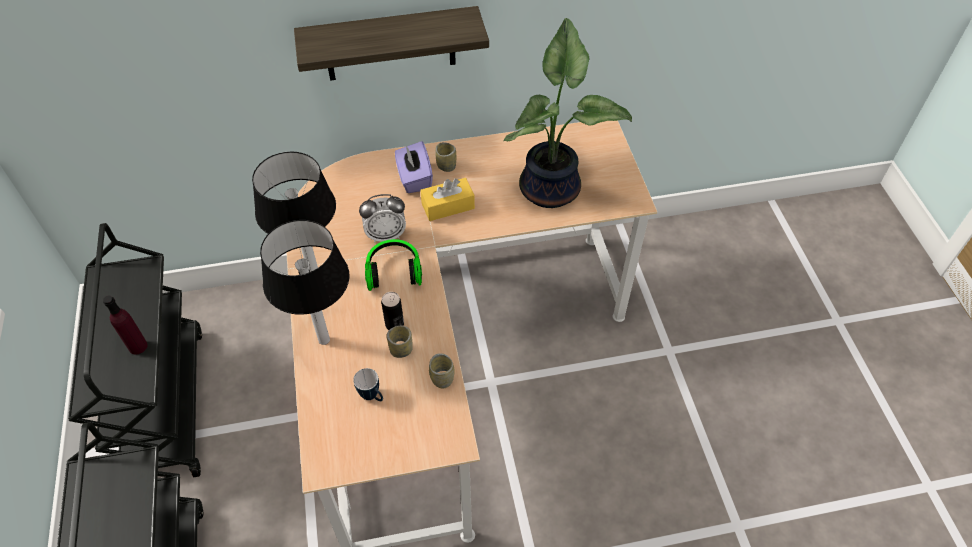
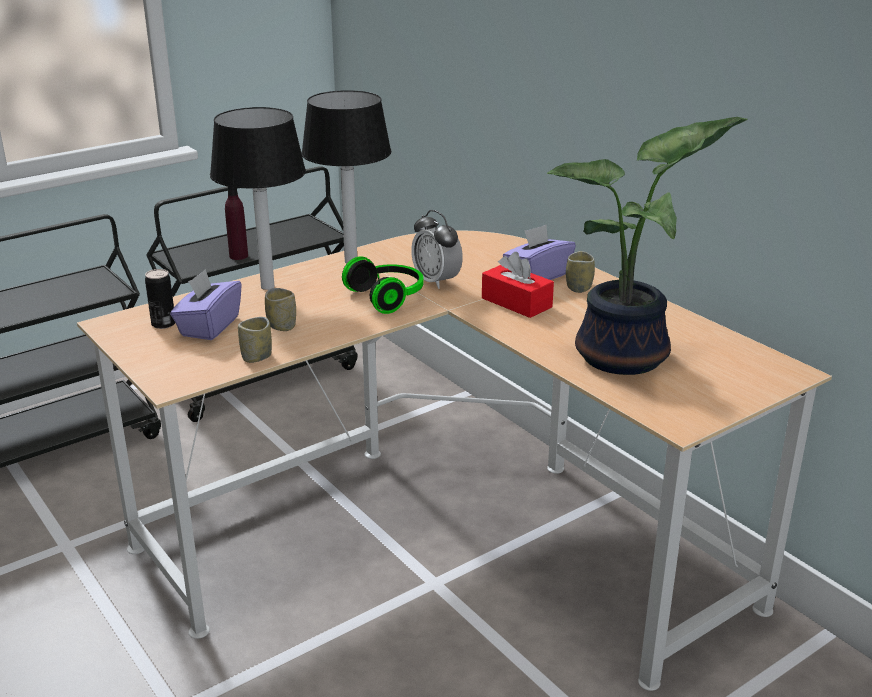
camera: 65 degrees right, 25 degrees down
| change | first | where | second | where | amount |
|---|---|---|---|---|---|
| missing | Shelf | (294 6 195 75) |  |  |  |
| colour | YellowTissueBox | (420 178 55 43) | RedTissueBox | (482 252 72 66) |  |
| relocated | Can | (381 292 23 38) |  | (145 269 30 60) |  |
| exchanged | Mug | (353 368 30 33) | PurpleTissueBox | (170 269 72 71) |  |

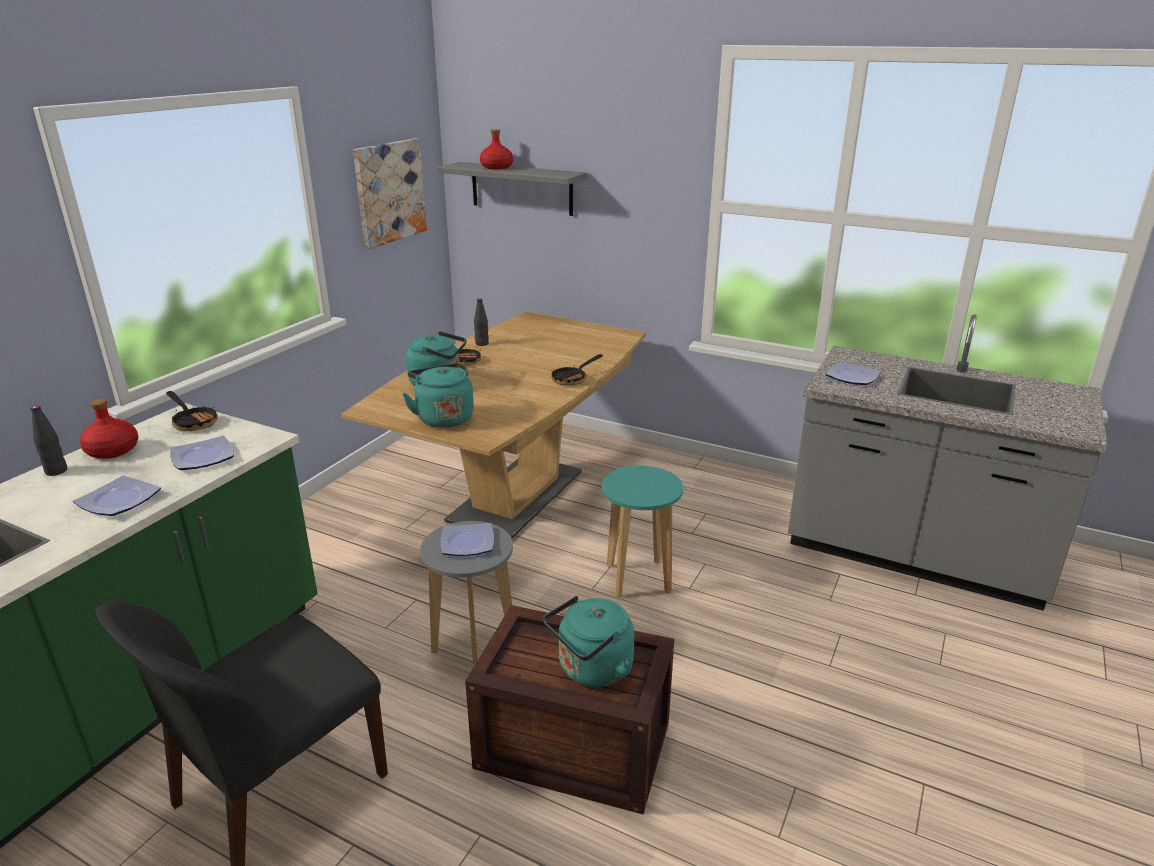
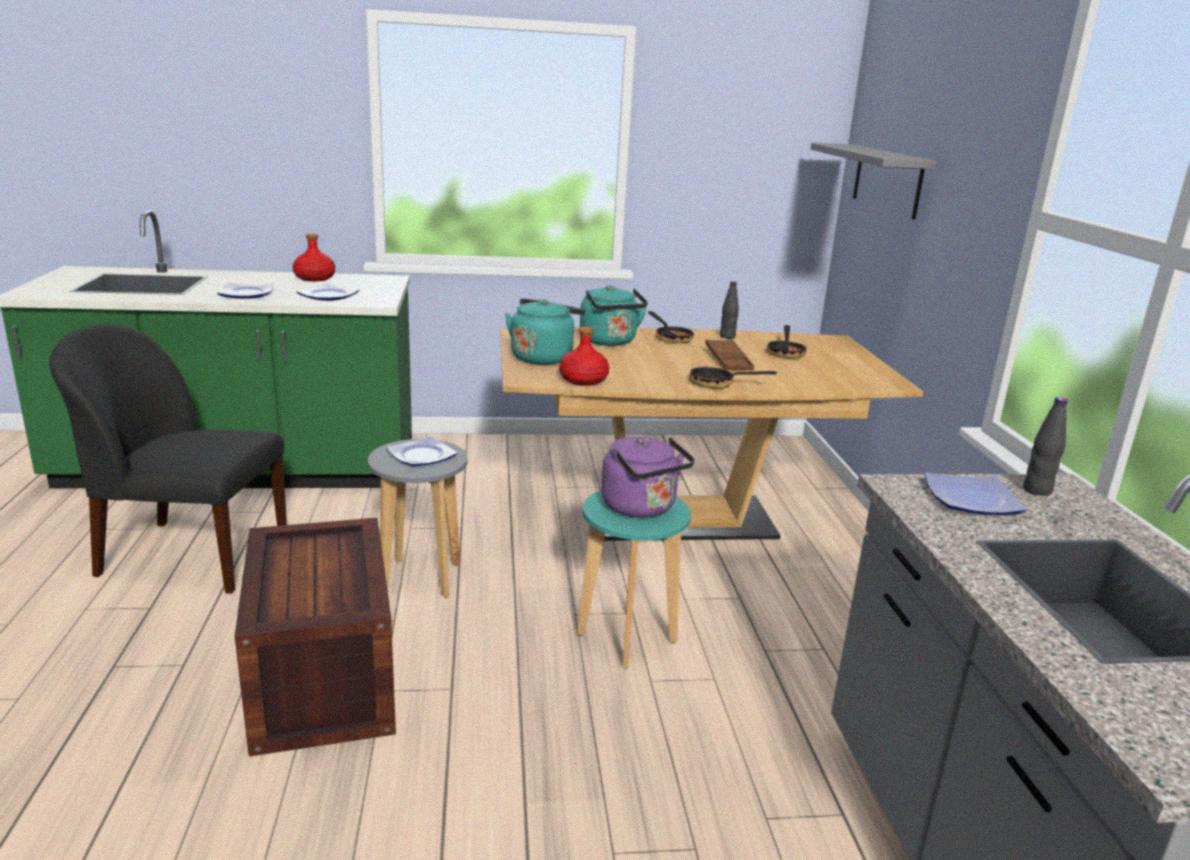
camera: 55 degrees right, 5 degrees down
| change | first | where | second | where | amount |
|---|---|---|---|---|---|
| relocated | RedBottle | (480 129 33 40) |  | (559 326 50 60) |  |
| missing | Picture | (353 138 74 111) |  |  |  |
| relocated | FryingPan | (166 391 52 41) |  | (767 325 40 34) |  |
| relocated | BlackBottle | (31 405 36 71) |  | (1023 397 45 99) |  |
| missing | TurquoiseKettle | (543 596 92 91) |  |  |  |
| appeared |  |  | BrownTray | (705 339 49 31) |  |
| appeared |  |  | PurpleKettle | (601 437 94 81) |  |

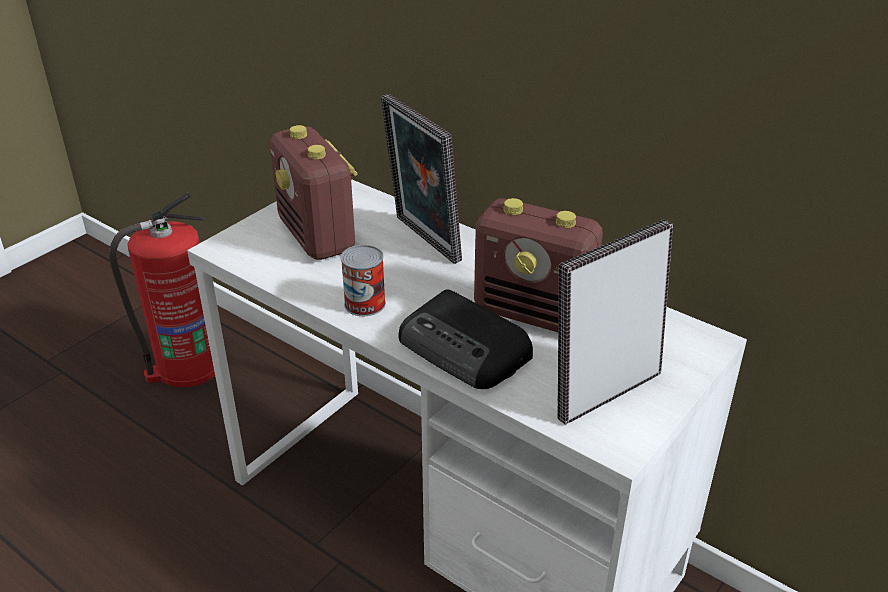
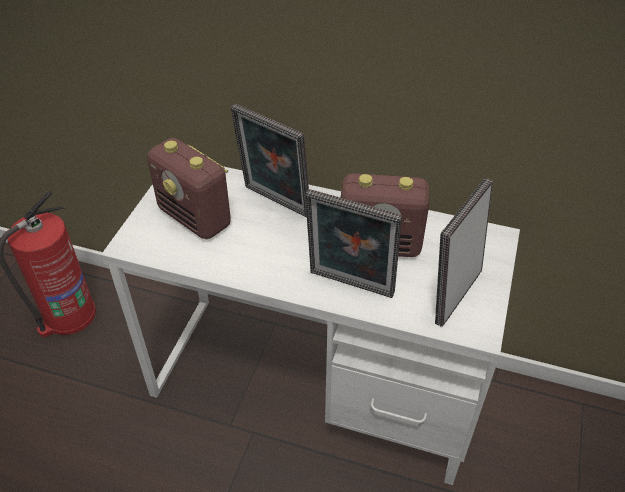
camera: 20 degrees left, 10 degrees up
| change | first | where | second | where | amount |
|---|---|---|---|---|---|
| missing | Can | (341 245 45 71) |  |  |  |
| exchanged | Radio | (398 290 135 99) | PictureFrame | (305 189 97 109) |  |

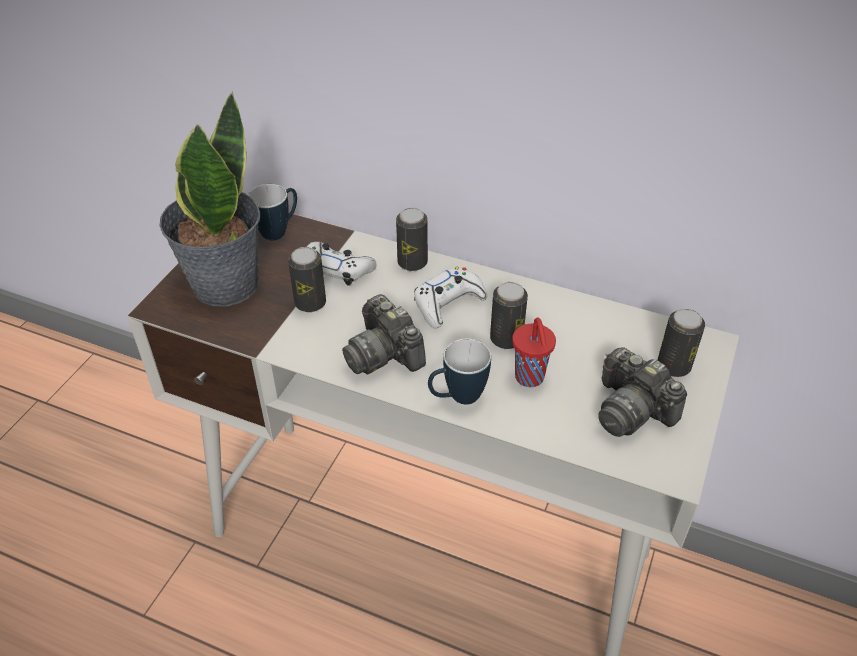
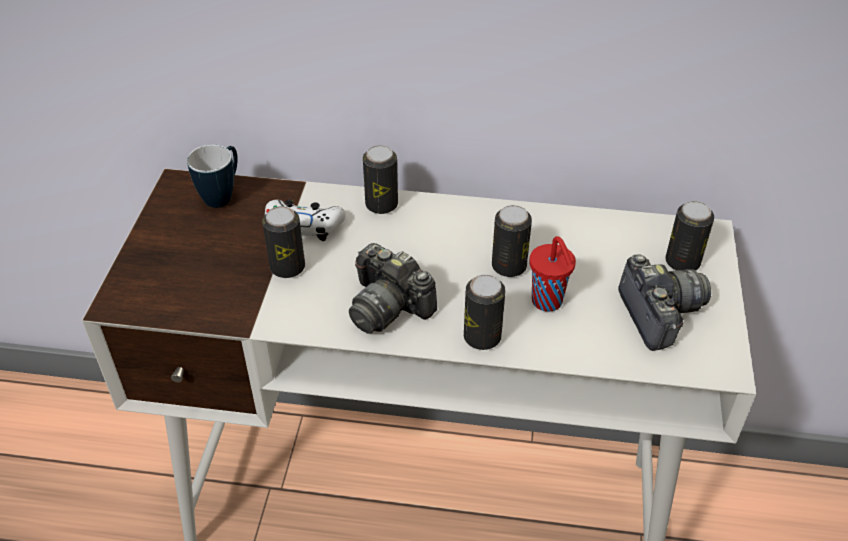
camera: 15 degrees left, 0 degrees up
| change | first | where | second | where | amount |
|---|---|---|---|---|---|
| missing | PottedPlant | (159 92 101 214) |  |  |  |
| missing | WhiteGameController | (414 266 73 62) |  |  |  |
| exchanged | Mug | (428 339 63 65) | Can | (464 274 42 76) |  |
| spun | PhotoCamera | (598 347 89 90) |  | (618 254 93 97) | 135 degrees counterclockwise |

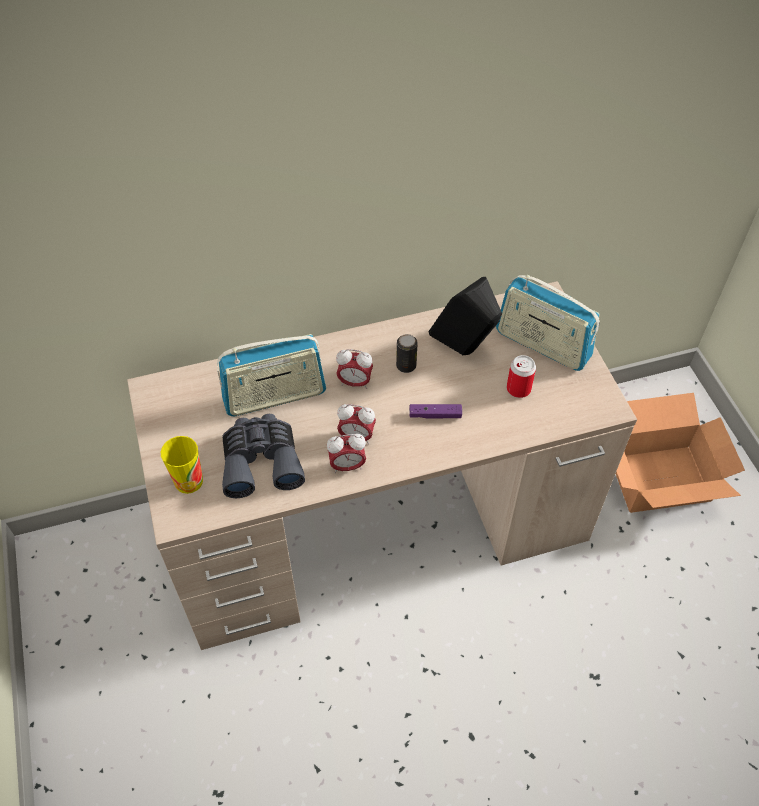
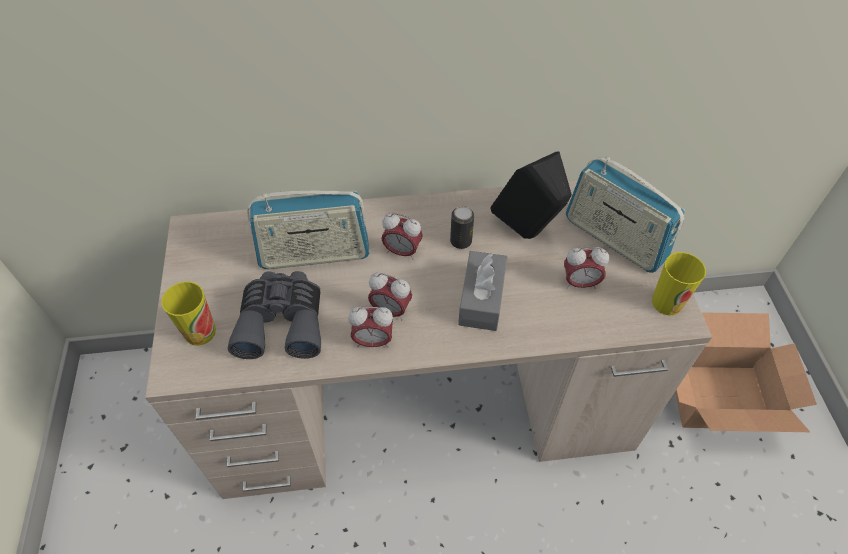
camera: 10 degrees right, 0 degrees up
| change | first | where | second | where | amount |
|---|---|---|---|---|---|
| exchanged | Can | (507 355 29 43) | AlarmClock | (564 247 45 42) |  |
| exchanged | PurpleGameController | (409 404 53 14) | GreyTissueBox | (458 251 49 80) |  |
| appeared |  |  | Cup | (652 252 54 63) |  |

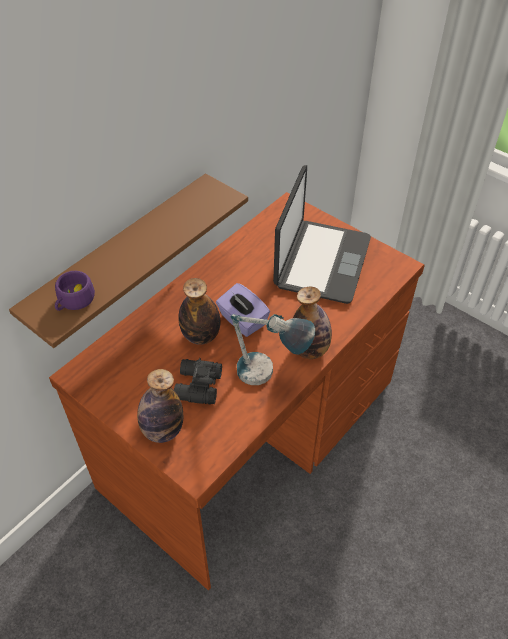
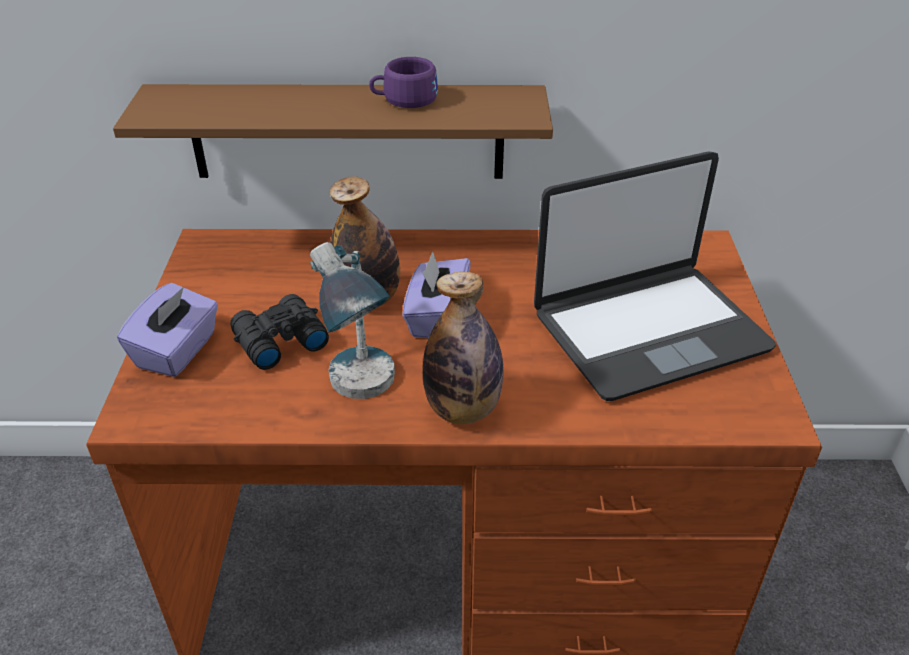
camera: 50 degrees right, 10 degrees down
| change | first | where | second | where | amount |
|---|---|---|---|---|---|
| relocated | PurpleCup | (55 271 40 40) |  | (369 57 69 51) |  |
| exchanged | Bottle | (137 369 46 74) | PurpleTissueBox | (117 282 101 95) |  |

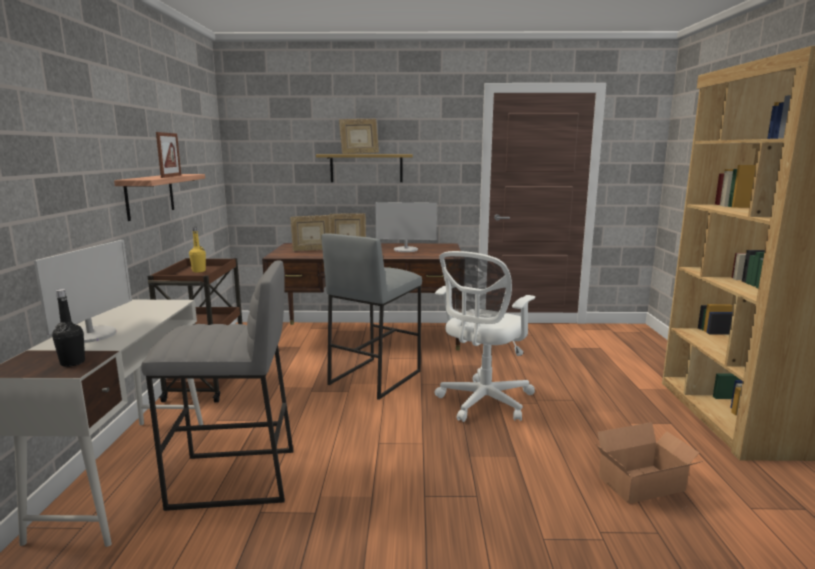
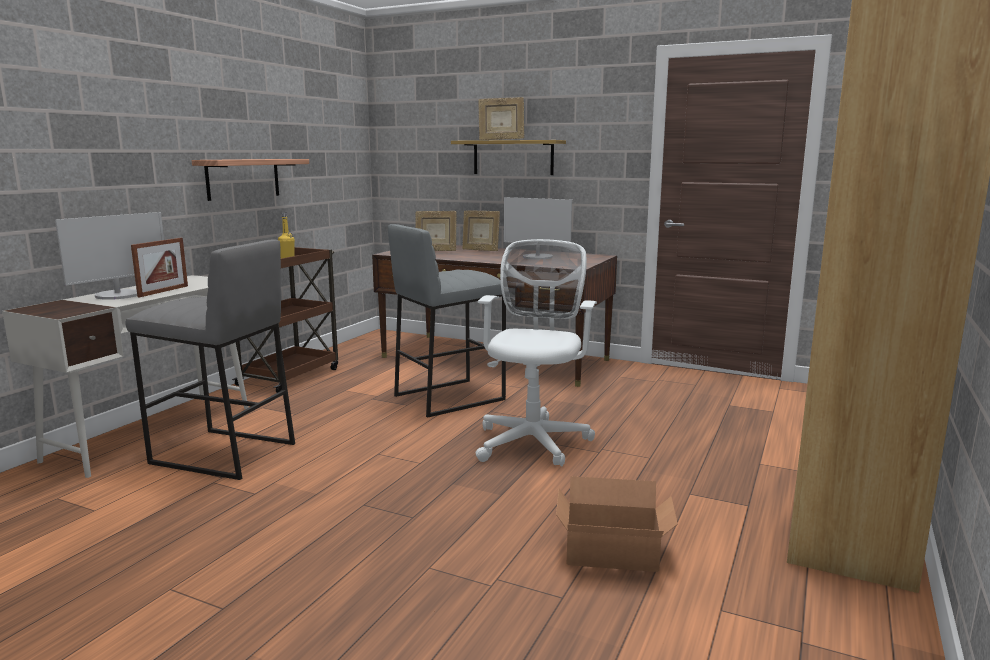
camera: 25 degrees right, 0 degrees up
| change | first | where | second | where | amount |
|---|---|---|---|---|---|
| relocated | PictureFrame | (156 132 25 46) |  | (131 238 57 59) |  |
| spun | WhiteOfficeChair | (435 251 100 171) |  | (475 239 122 227) | 135 degrees clockwise |
| missing | BlackBottle | (52 289 33 78) |  |  |  |

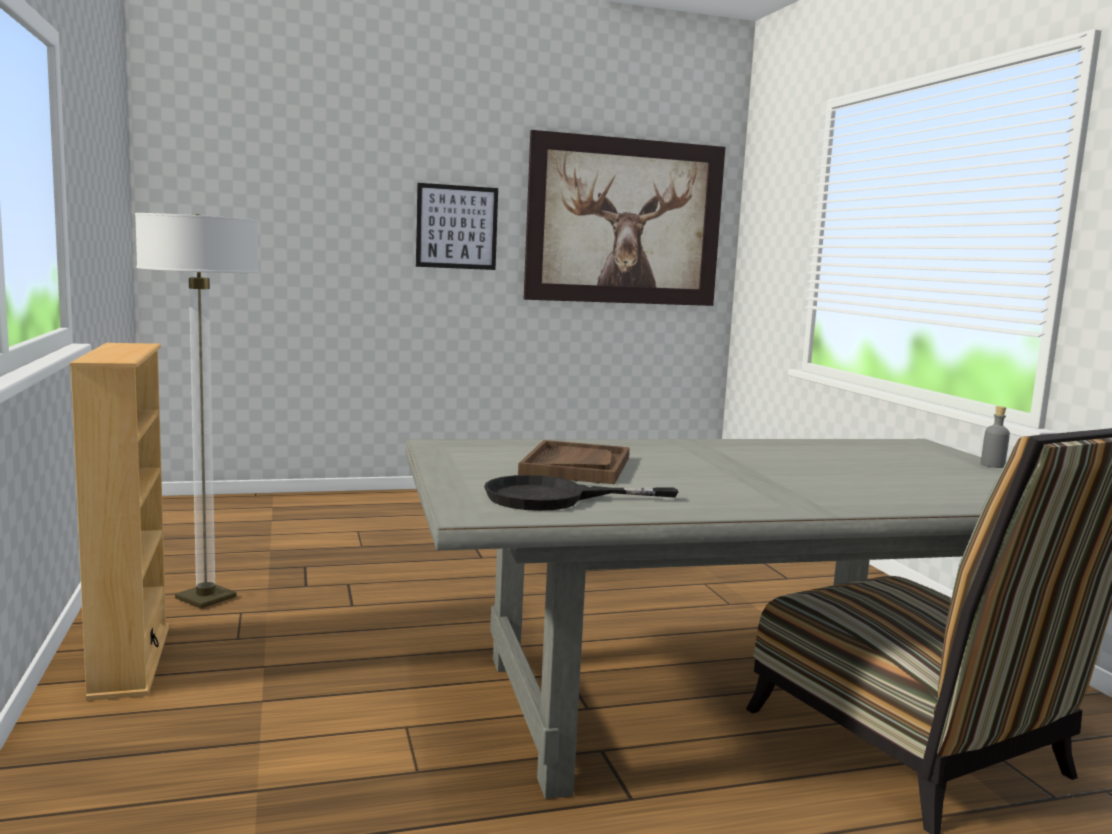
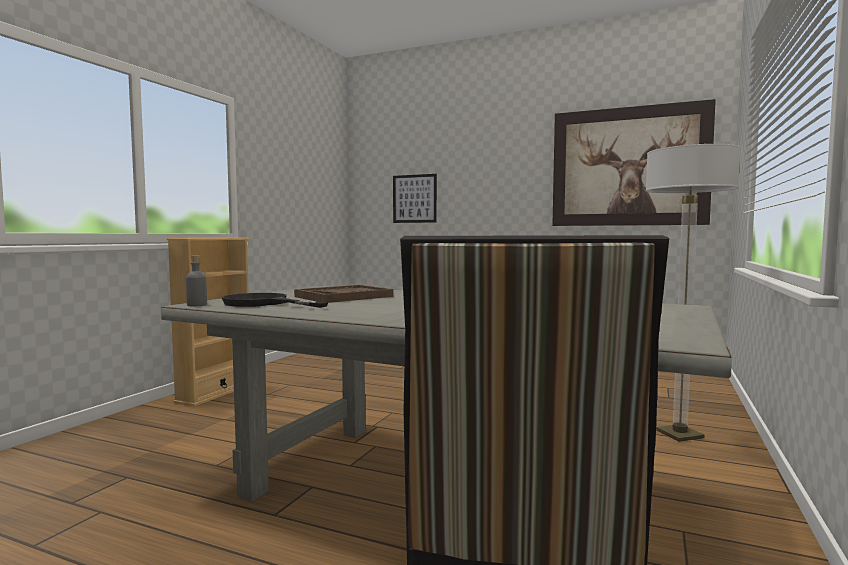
camera: 40 degrees right, 5 degrees down
| change | first | where | second | where | amount |
|---|---|---|---|---|---|
| relocated | Picture | (416 183 82 87) |  | (393 174 44 49) |  |
| relocated | FloorLamp | (135 213 124 396) |  | (646 144 95 298) |  |
| relocated | GreyBottle | (981 406 29 62) |  | (186 256 21 50) |  |

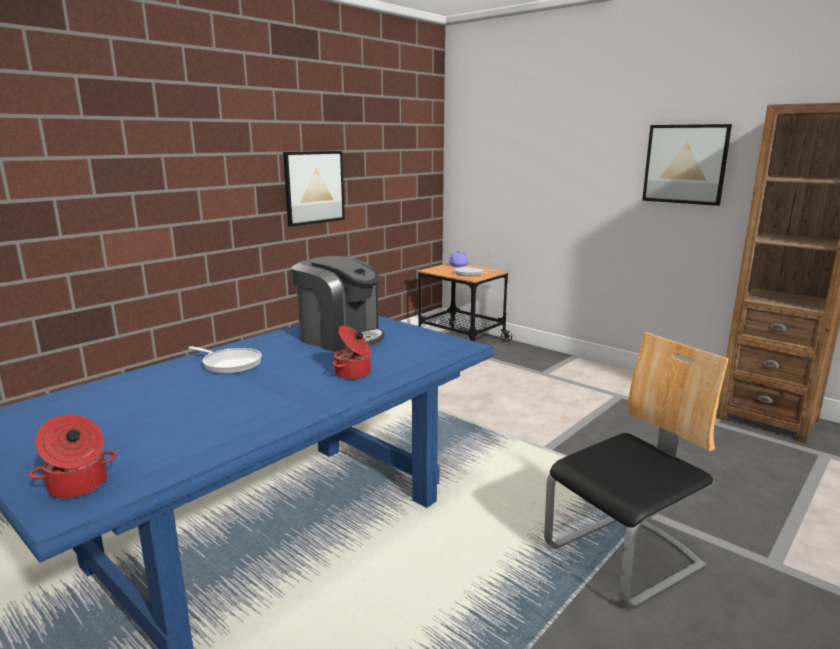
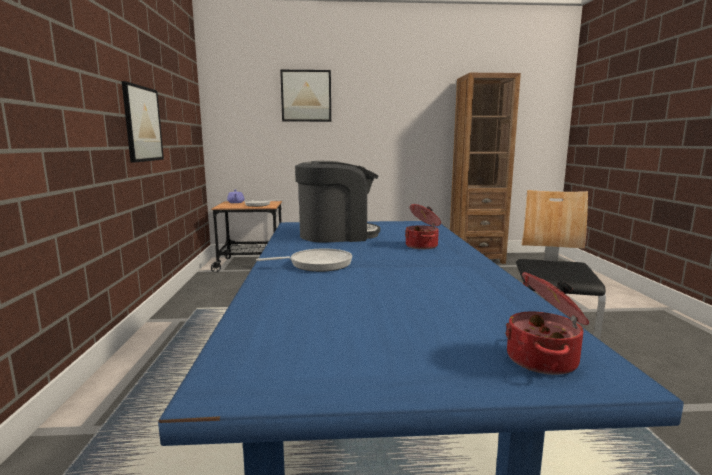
camera: 45 degrees left, 5 degrees down
| change | first | where | second | where | amount |
|---|---|---|---|---|---|
| relocated | Picture | (642 124 90 82) |  | (280 70 51 52) |  |

